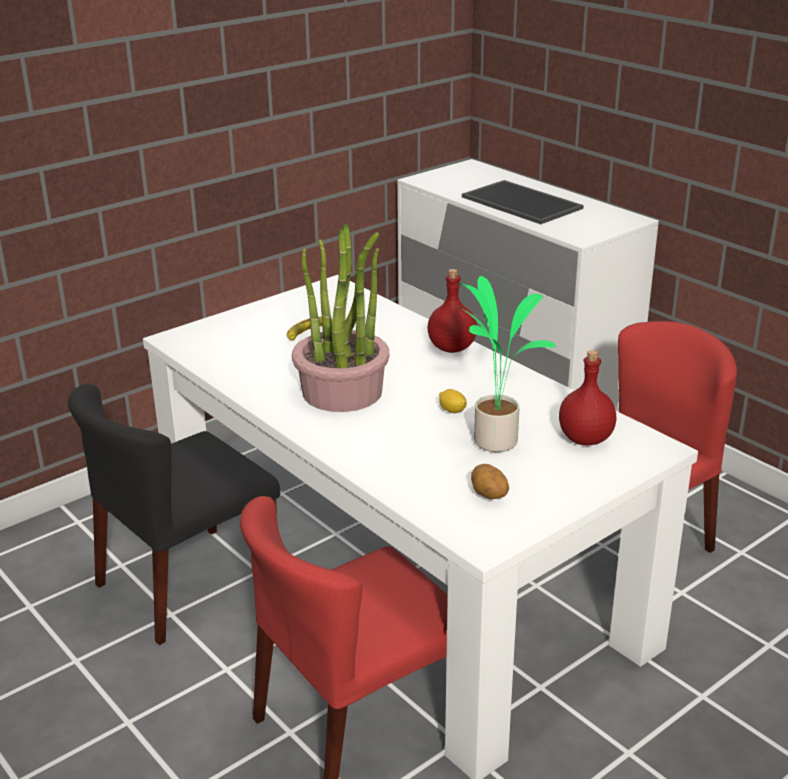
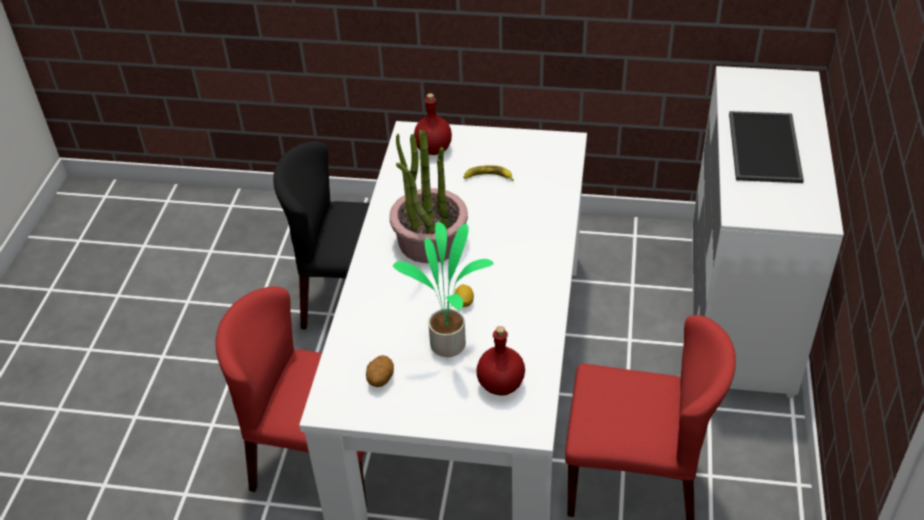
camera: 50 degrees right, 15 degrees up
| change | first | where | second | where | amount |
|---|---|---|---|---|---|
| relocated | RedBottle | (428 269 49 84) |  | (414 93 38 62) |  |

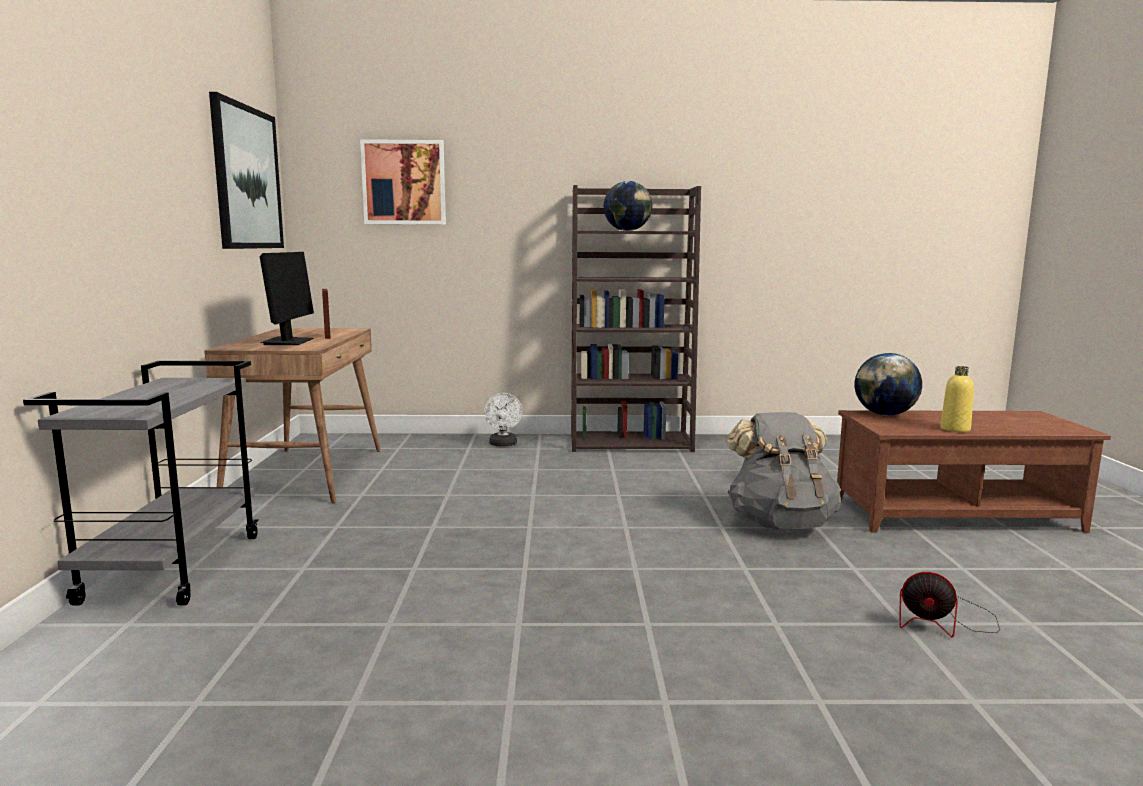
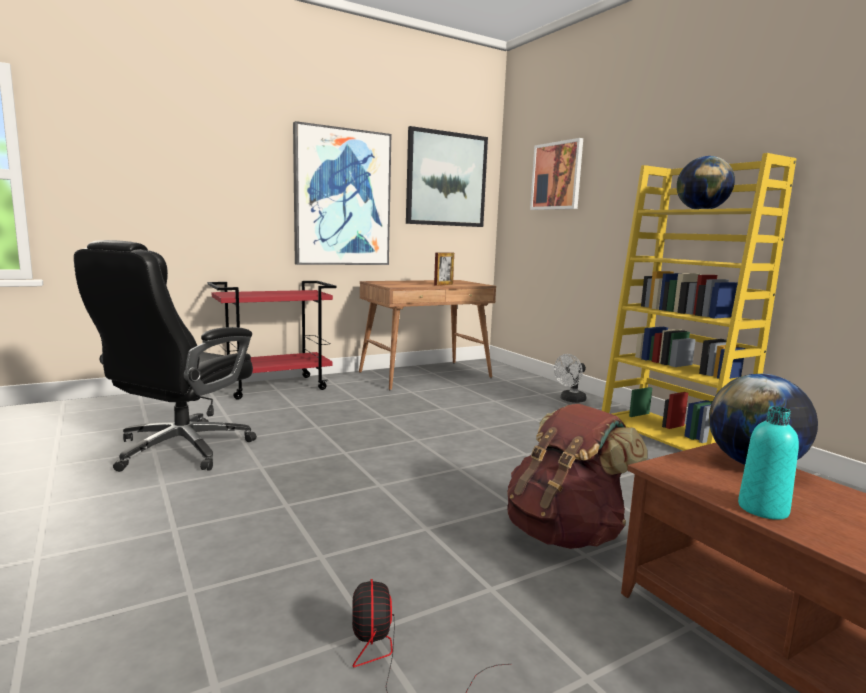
camera: 60 degrees right, 0 degrees up
| change | first | where | second | where | amount |
|---|---|---|---|---|---|
| colour | BrownBookcase | (571 185 130 267) | YellowBookcase | (602 153 195 298) |  |
| missing | Monitor | (260 252 54 93) |  |  |  |
| colour | GreyCart | (23 361 235 245) | RedCart | (207 281 129 118) |  |
| colour | YellowBottle | (940 366 34 66) | TurquoiseBottle | (738 406 61 114) |  |
| colour | GreyBackpack | (726 412 115 117) | BrownBackpack | (507 404 140 145) |  |
| appeared |  |  | Picture | (293 121 98 144) |  |
| appeared |  |  | BlackOfficeChair | (74 240 183 232) |  |

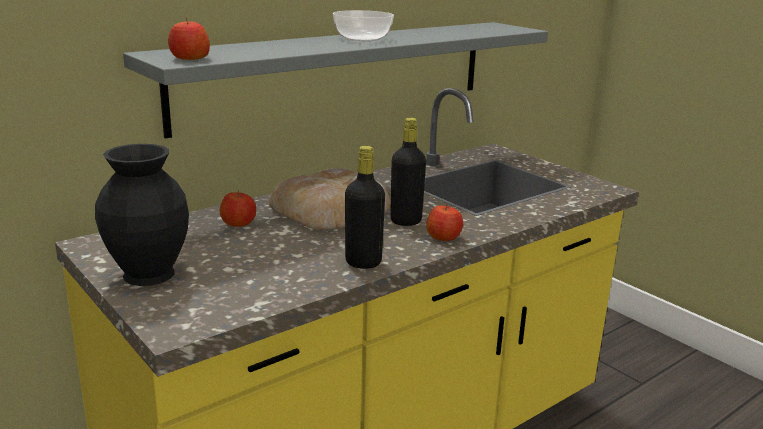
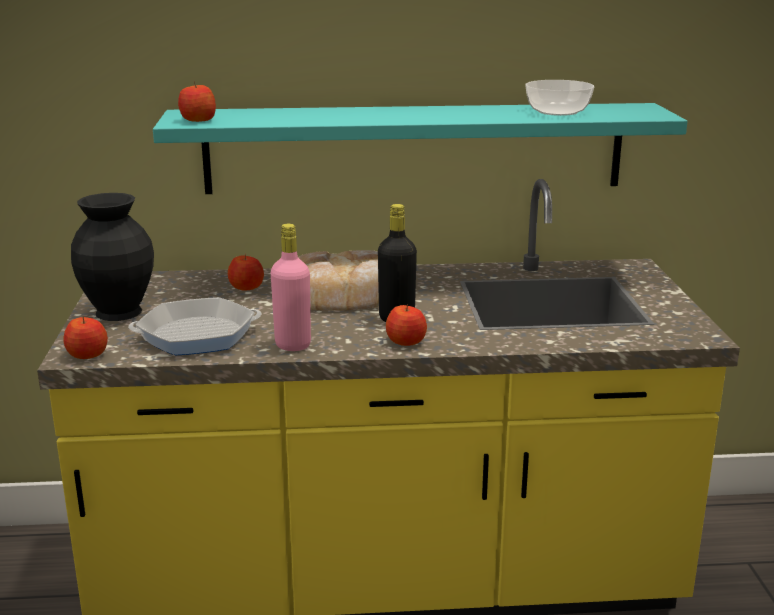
camera: 35 degrees right, 0 degrees up
| change | first | where | second | where | amount |
|---|---|---|---|---|---|
| relocated | Bowl | (333 10 61 31) |  | (525 80 69 36) |  |
| colour | GreyShelf | (123 22 425 117) | TurquoiseShelf | (153 103 535 91) |  |
| colour | BlackBottle | (345 146 40 123) | PinkBottle | (271 224 40 127) |  |
| appeared |  |  | FryingPan | (128 297 133 58) |  |
| appeared |  |  | Apple | (63 316 45 43) |  |

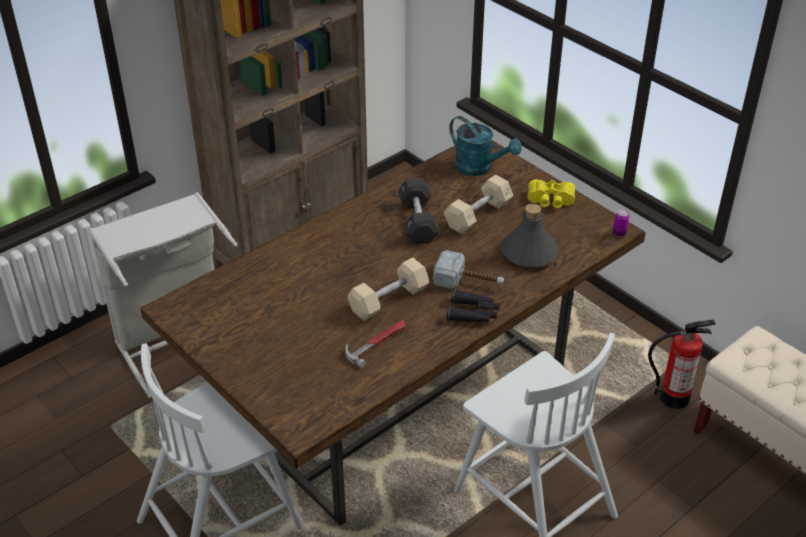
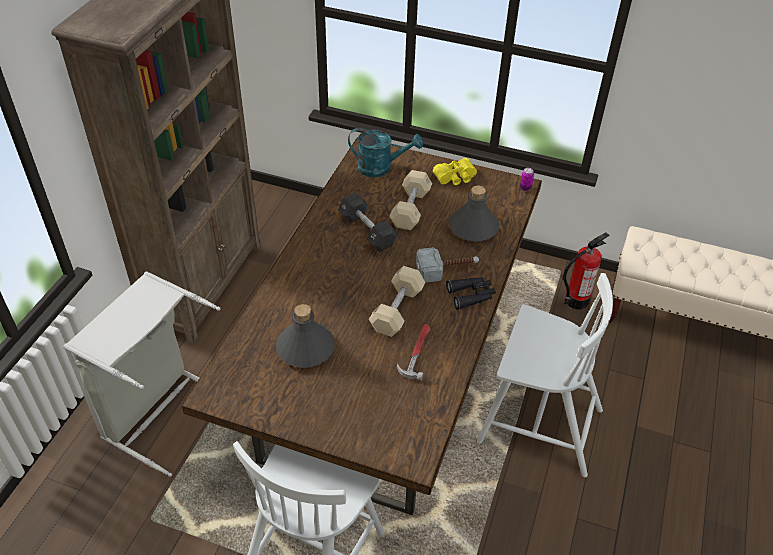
camera: 30 degrees left, 5 degrees up
| change | first | where | second | where | amount |
|---|---|---|---|---|---|
| appeared |  |  | GreyBottle | (276 304 59 64) |  |

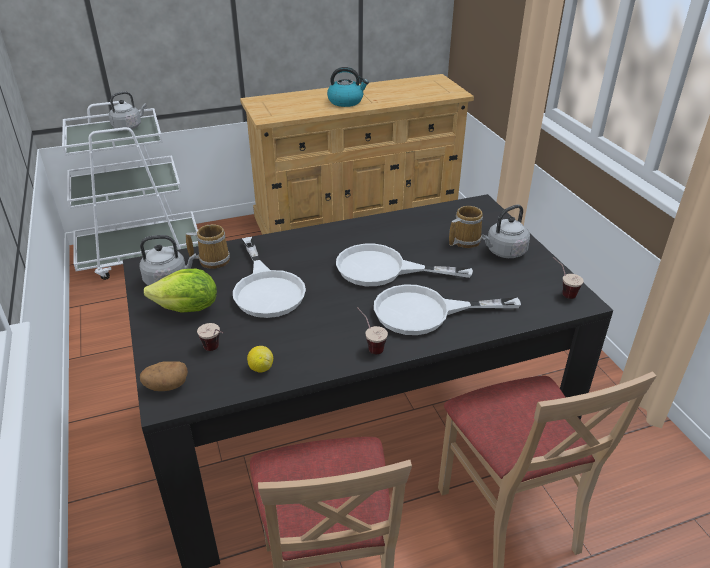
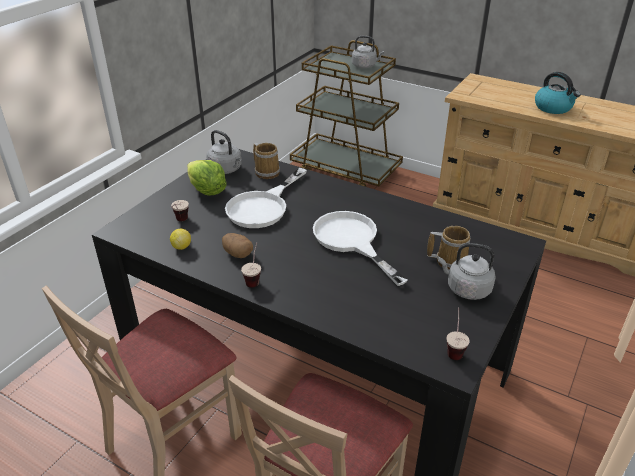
camera: 50 degrees right, 0 degrees up
| change | first | where | second | where | amount |
|---|---|---|---|---|---|
| colour | WhiteCart | (62 101 136 179) | BrownCart | (290 40 113 147) |  |
| missing | WhiteFryingPan | (374 284 147 51) |  |  |  |
| relocated | Potato | (140 361 48 30) |  | (222 233 31 25) |  |

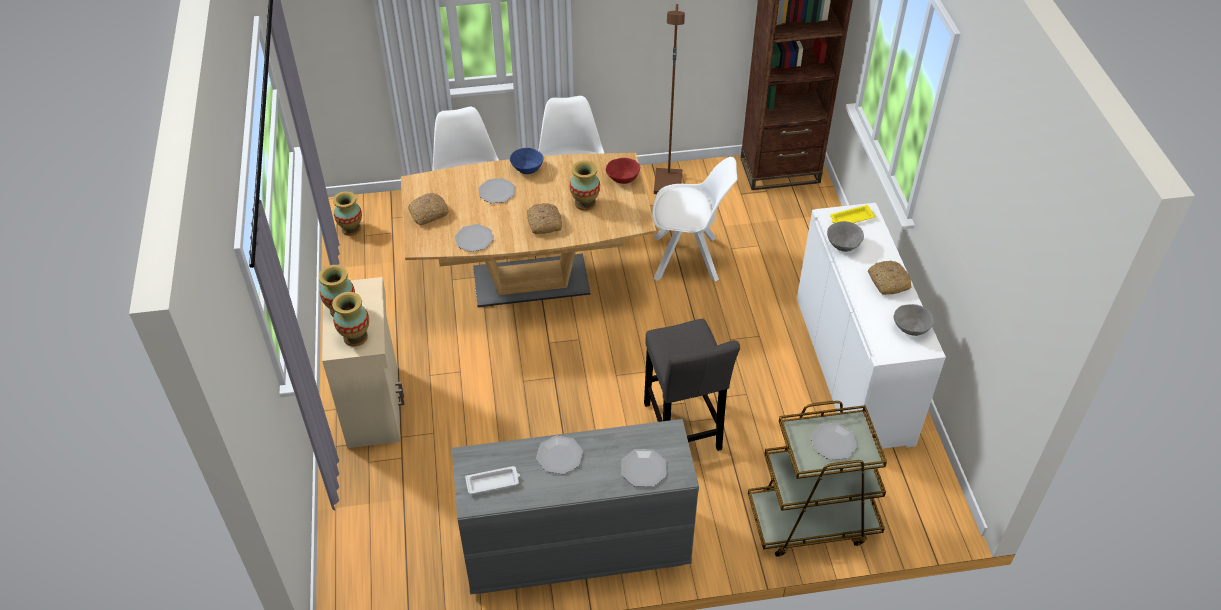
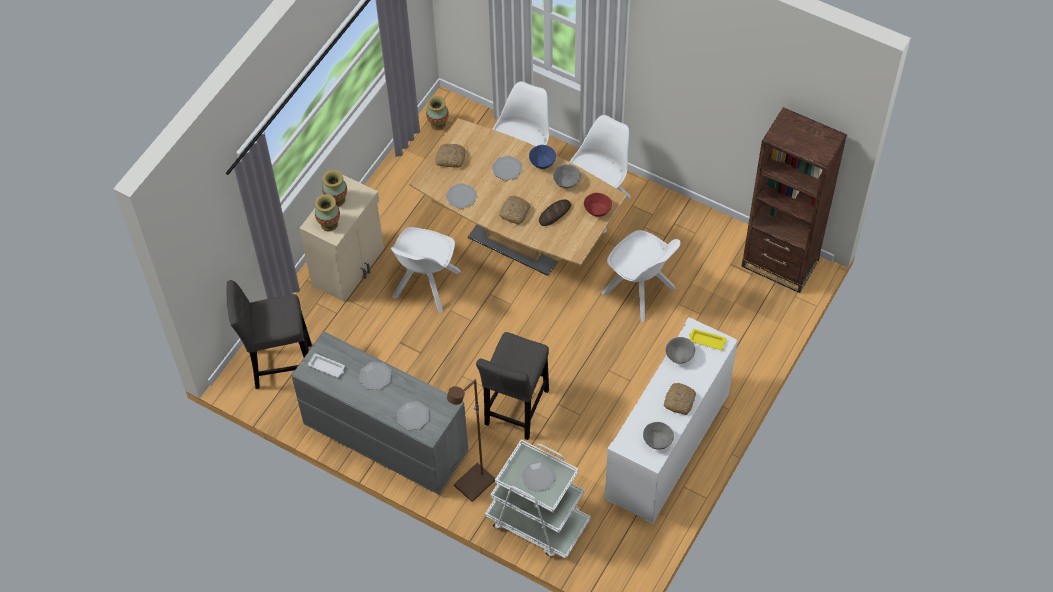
camera: 40 degrees right, 10 degrees up
| change | first | where | second | where | amount |
|---|---|---|---|---|---|
| relocated | BrownFloorLamp | (654 4 31 190) |  | (447 379 49 123) |  |
| exchanged | Vase | (570 160 30 51) | Bread | (539 199 32 27) |  |
| colour | BrownCart | (748 401 139 156) | WhiteCart | (485 440 106 118) |  |
| appeared |  |  | GreyBowl | (553 164 28 24) |  |
| appeared |  |  | WhiteChair | (391 227 70 86) |  |
| appeared |  |  | GreyStool | (227 280 85 109) |  |

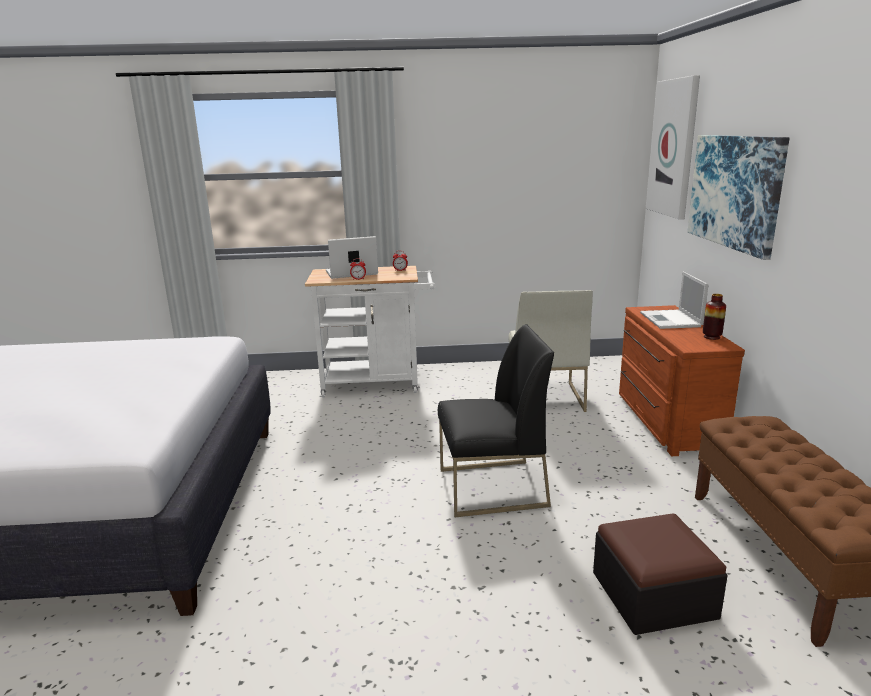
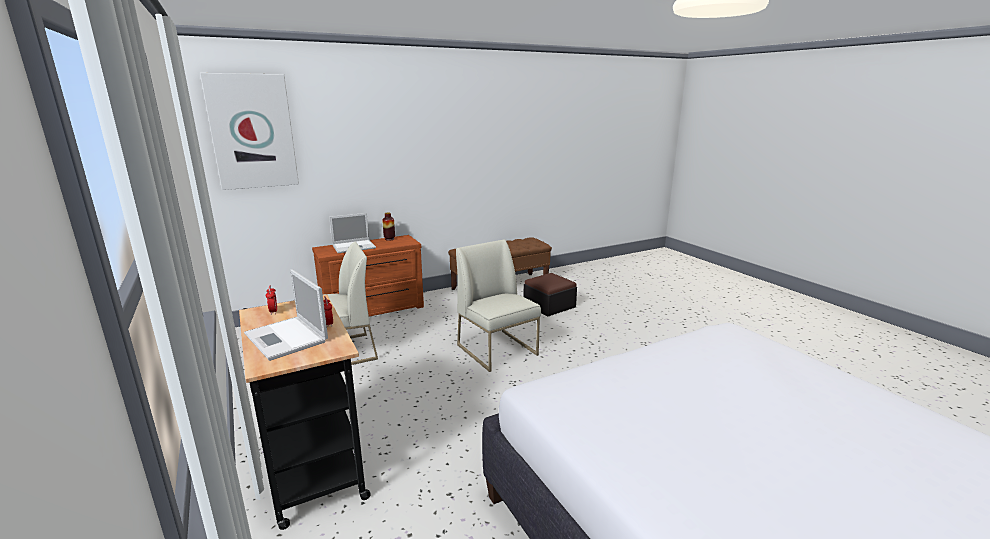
camera: 115 degrees left, 0 degrees up
| change | first | where | second | where | amount |
|---|---|---|---|---|---|
| missing | Picture | (687 135 102 125) |  |  |  |
| colour | WhiteCart | (305 266 130 131) | BlackCart | (239 295 132 235) |  |
| colour | BlackChair | (438 324 116 193) | WhiteChair | (456 239 85 133) |  |

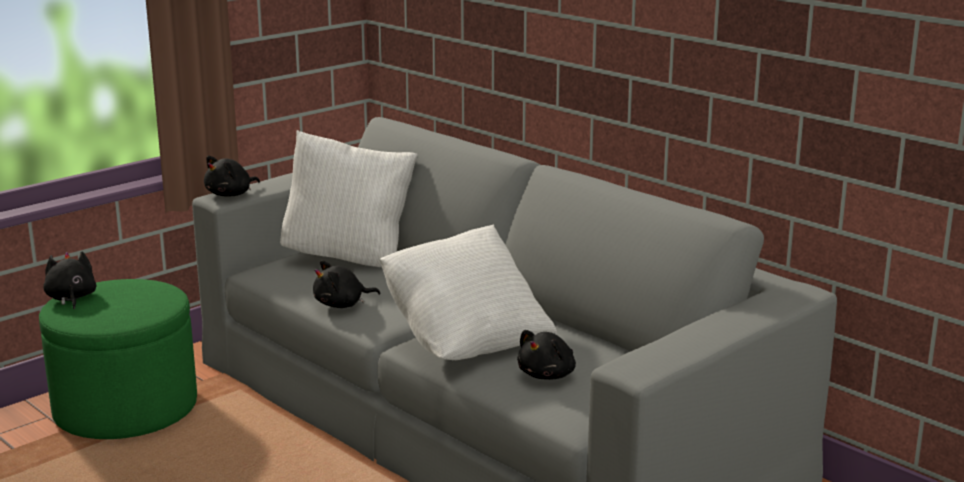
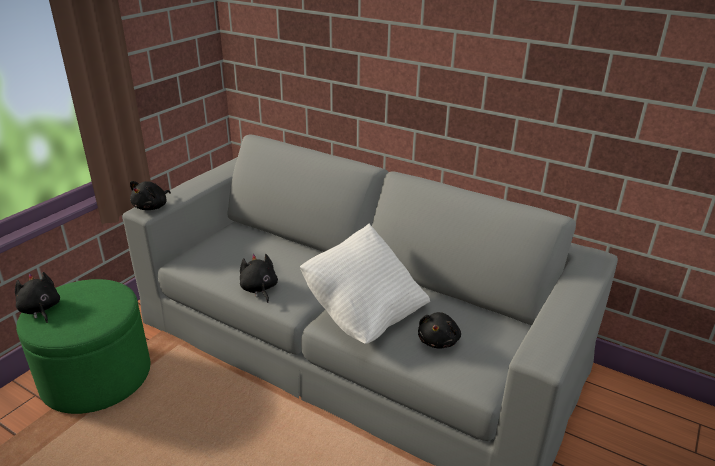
camera: 15 degrees left, 10 degrees up
| change | first | where | second | where | amount |
|---|---|---|---|---|---|
| missing | WhitePillow | (280 130 138 137) |  |  |  |
| spun | BlackPlushToy | (313 260 67 48) |  | (240 254 38 49) | 105 degrees clockwise |

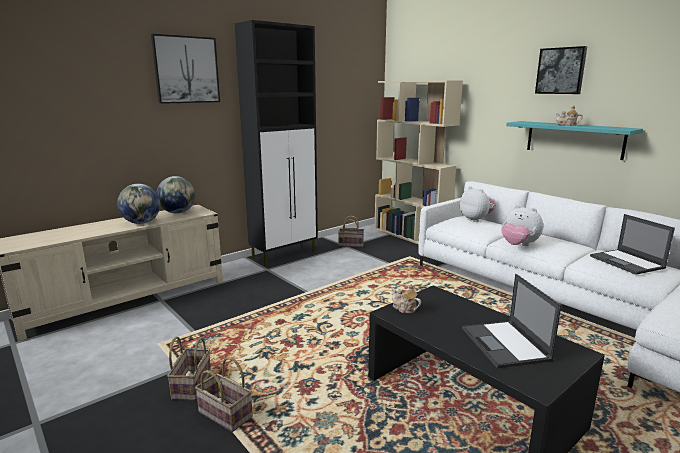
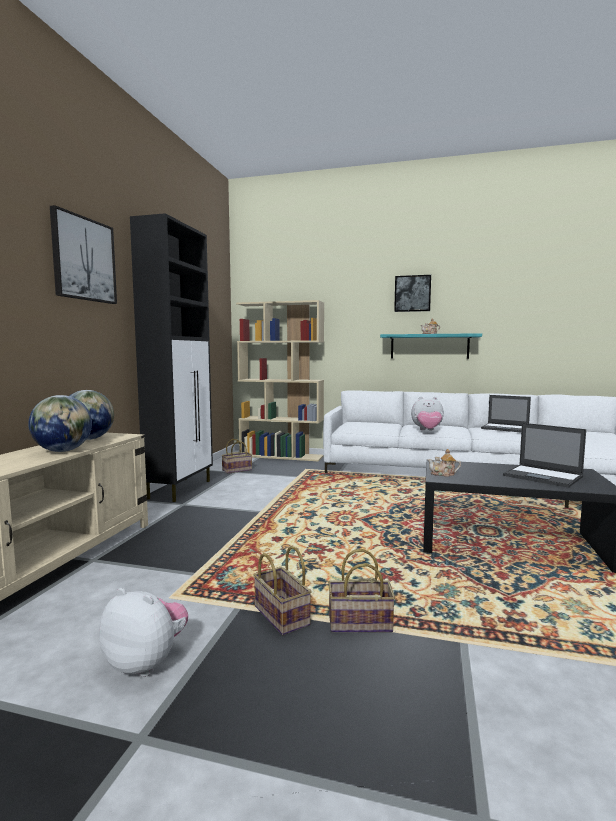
camera: 35 degrees left, 10 degrees down
| change | first | where | second | where | amount |
|---|---|---|---|---|---|
| relocated | PlushToy | (460 186 36 36) |  | (99 588 89 89) |  |

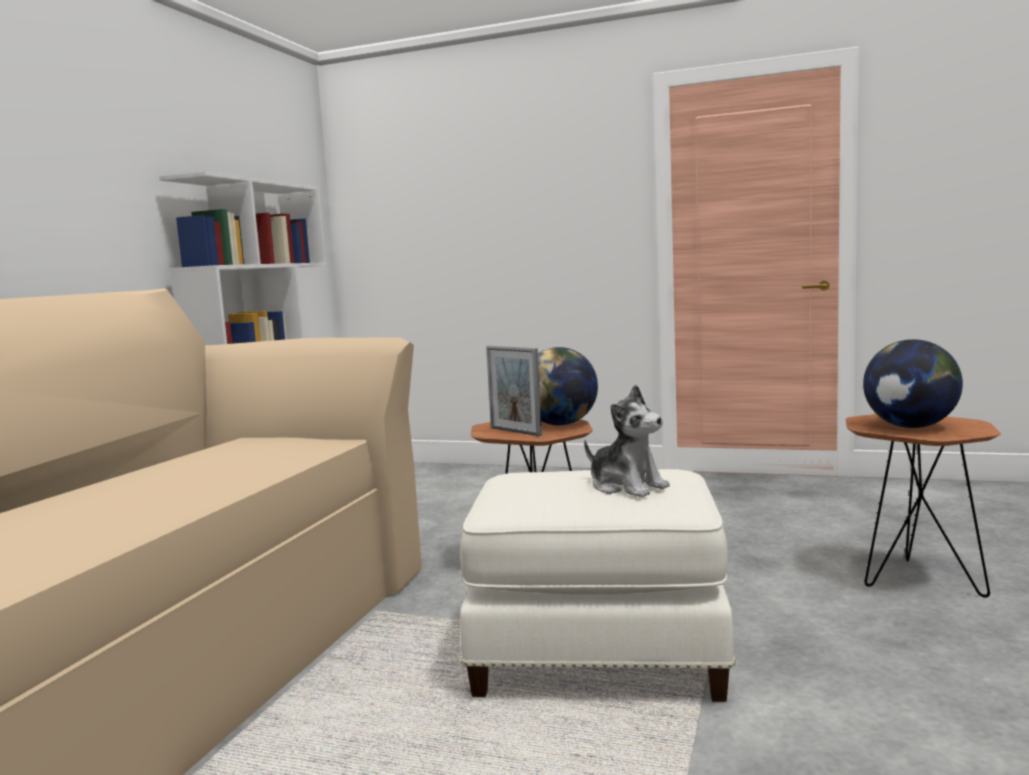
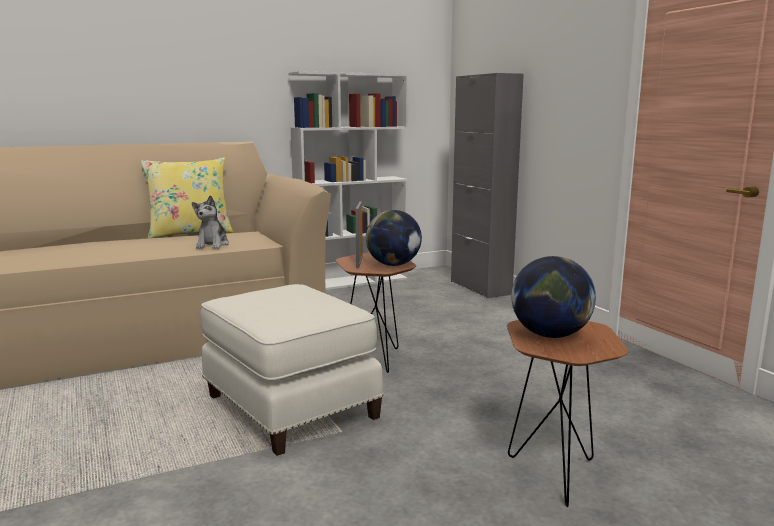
camera: 45 degrees right, 5 degrees up
| change | first | where | second | where | amount |
|---|---|---|---|---|---|
| relocated | PlushToy | (584 385 86 112) |  | (192 195 37 54) |  |
| appeared |  |  | GreyCabinet | (451 73 73 225) |  |
| appeared |  |  | YellowPillow | (141 157 92 81) |  |

